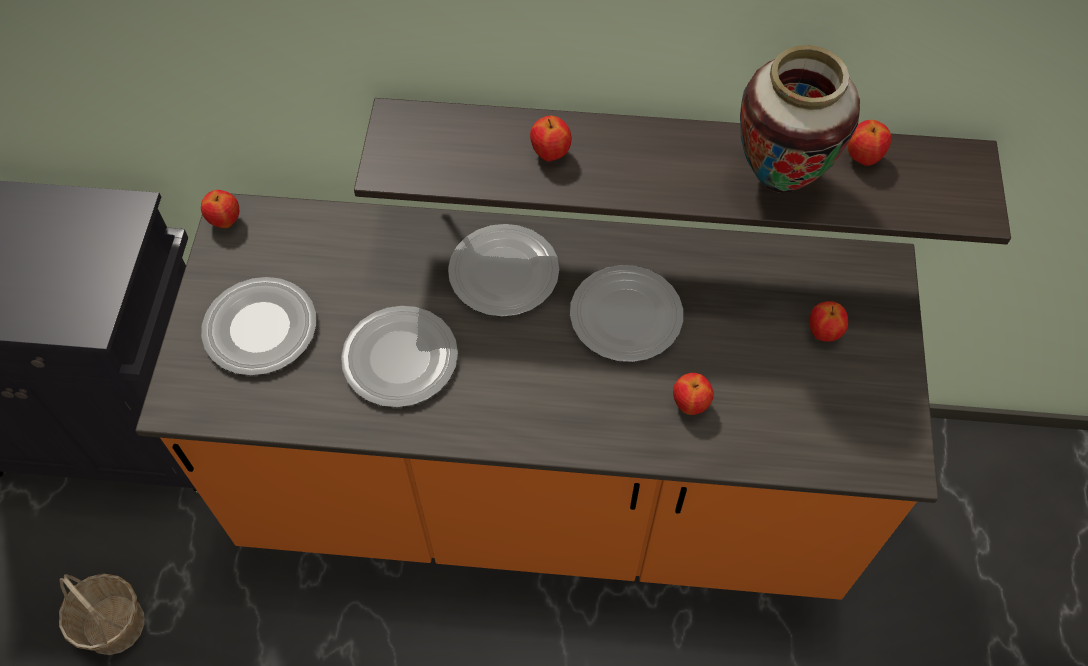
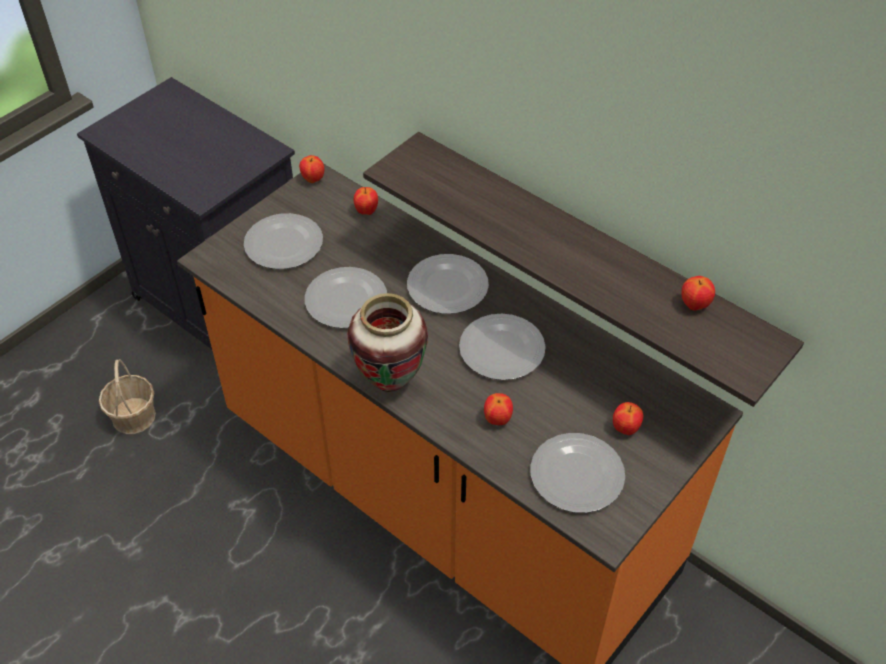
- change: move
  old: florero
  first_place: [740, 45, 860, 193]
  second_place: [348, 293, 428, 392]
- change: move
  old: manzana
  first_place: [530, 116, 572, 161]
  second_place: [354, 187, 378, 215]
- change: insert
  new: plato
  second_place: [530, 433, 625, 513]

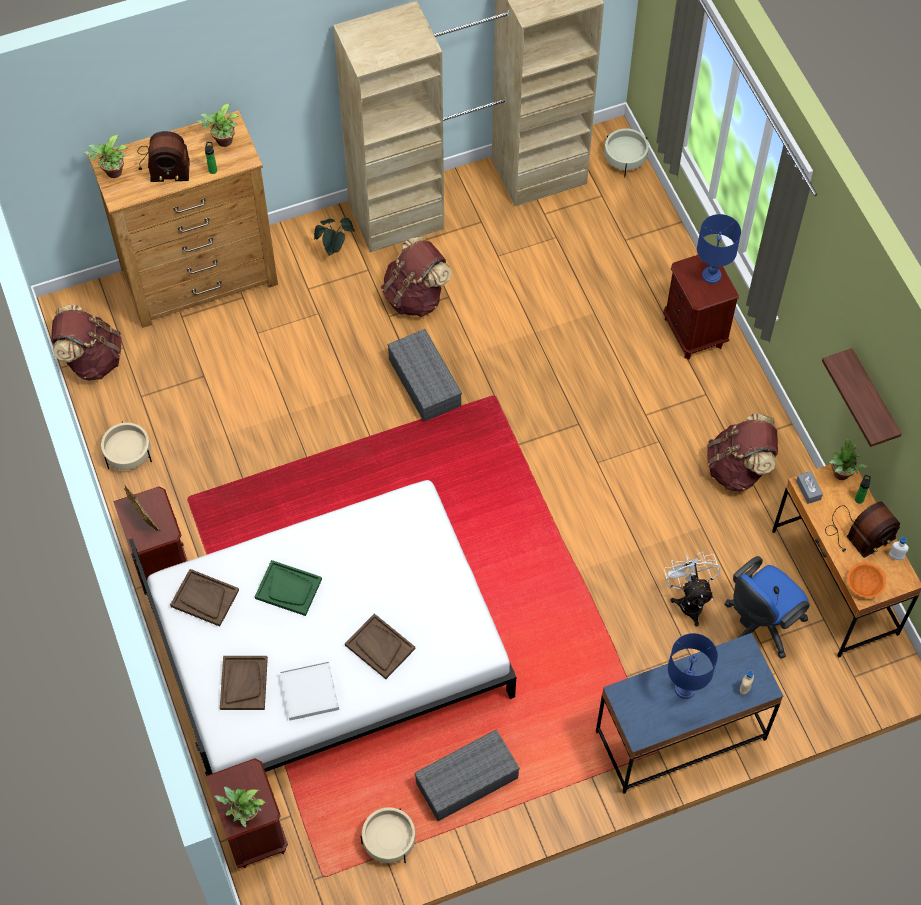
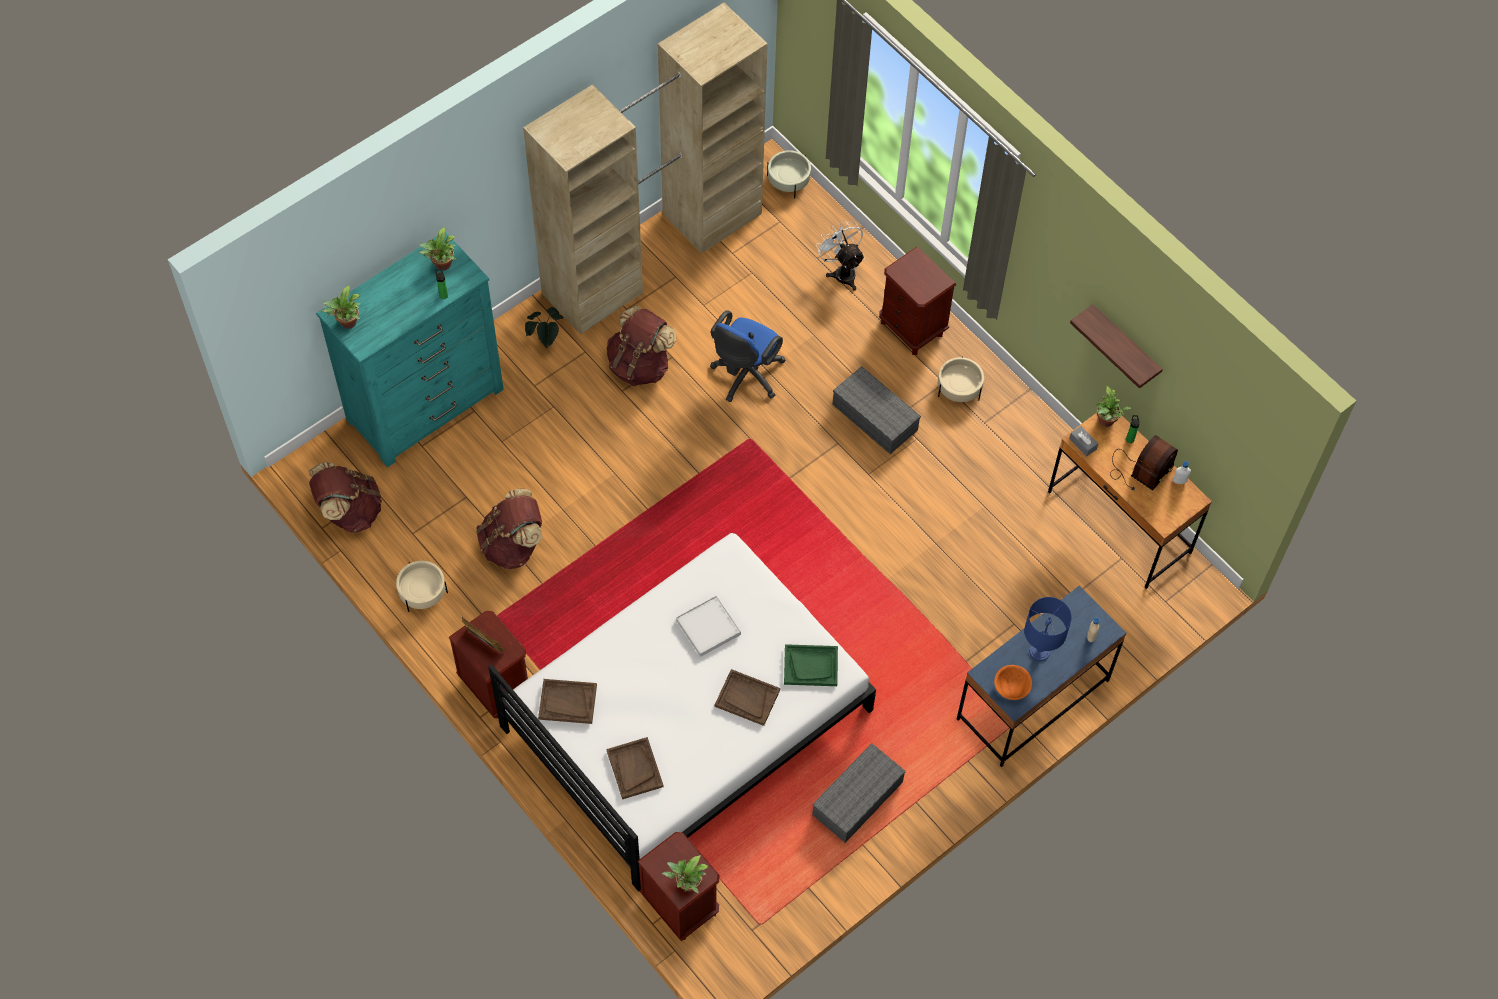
- change: recolor
  old: cómoda (marrón)
  new: cómoda (turquesa)
  first_place: [88, 110, 278, 328]
  second_place: [316, 233, 504, 468]
- change: delete
  old: radio
  first_place: [138, 131, 190, 182]
- change: delete
  old: lámpara de mesa (azul)
  first_place: [697, 214, 741, 284]
- change: move
  old: caja de almacenaje (gris)
  first_place: [387, 329, 462, 422]
  second_place: [832, 366, 921, 454]
- change: move
  old: mochila (marrón)
  first_place: [707, 414, 778, 491]
  second_place: [476, 489, 542, 570]
- change: move
  old: ventilador (blanco)
  first_place: [664, 552, 720, 627]
  second_place: [816, 220, 865, 291]
- change: move
  old: silla de oficina (azul)
  first_place: [725, 556, 810, 659]
  second_place: [710, 310, 786, 402]
- change: move
  old: bandeja (verde)
  first_place: [255, 560, 322, 616]
  second_place: [784, 644, 838, 686]
- change: move
  old: cuenco (naranja)
  first_place: [847, 562, 886, 598]
  second_place: [994, 665, 1032, 700]
- change: move
  old: bandeja (blanco)
  first_place: [280, 661, 339, 721]
  second_place: [676, 595, 741, 657]
- change: move
  old: maceta (beis)
  first_place: [360, 807, 415, 863]
  second_place: [938, 356, 984, 402]

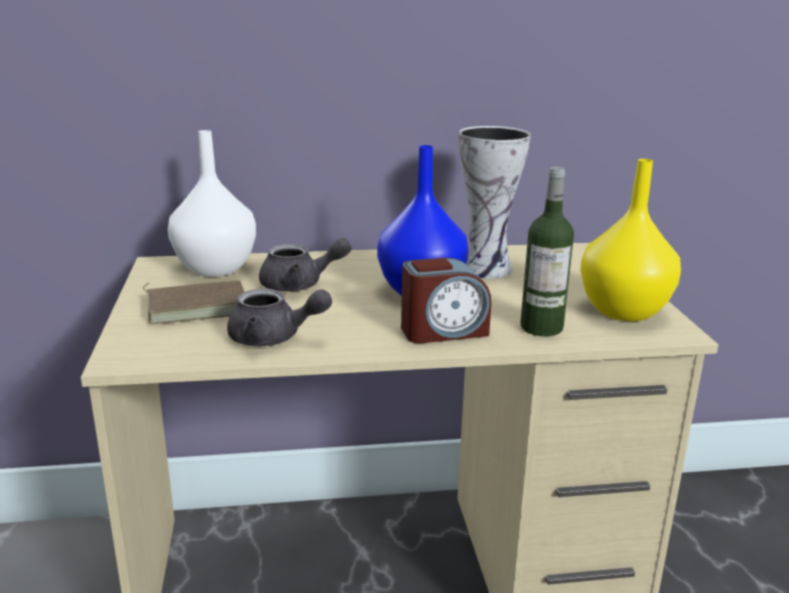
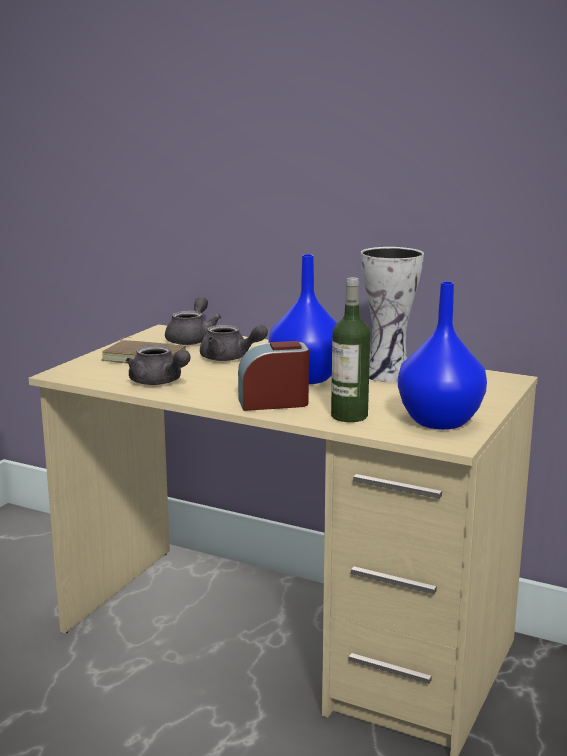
- change: replace
  old: florero (blanco)
  new: tetera (gris)
  first_place: [168, 130, 256, 277]
  second_place: [165, 296, 221, 345]
- change: recolor
  old: florero (amarillo)
  new: florero (azul)
  first_place: [580, 159, 681, 321]
  second_place: [398, 282, 487, 430]
- change: rotate
  old: despertador
  first_place: [401, 258, 491, 343]
  second_place: [238, 341, 309, 411]
  degrees: 150

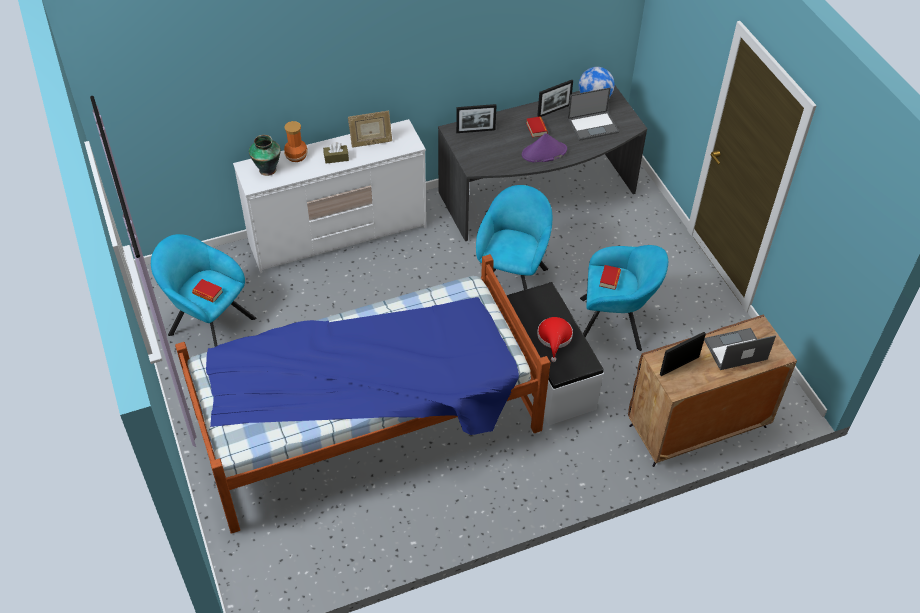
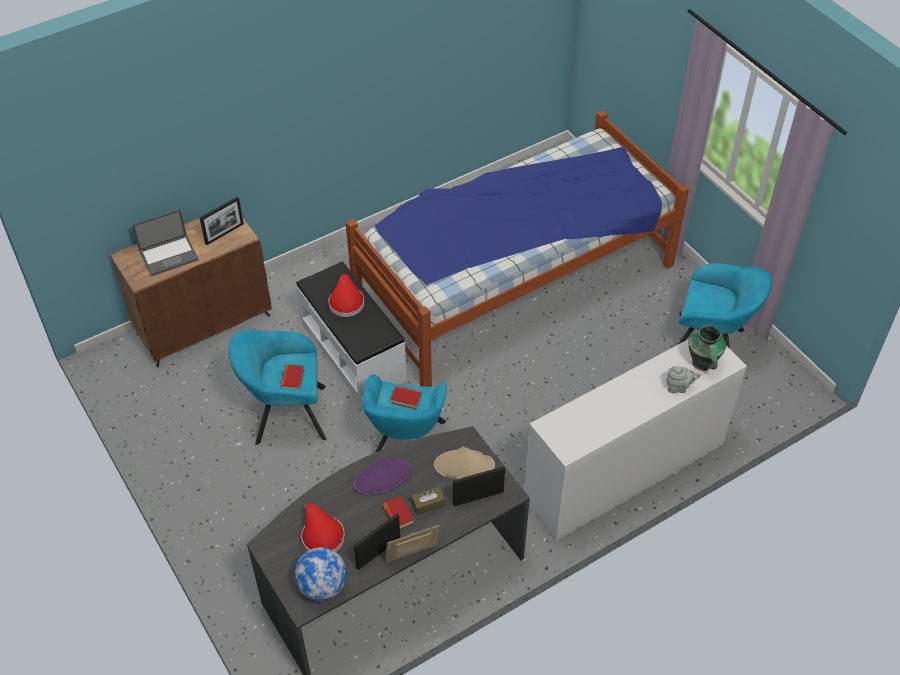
- change: replace
  old: portátil
  new: sombrero (rojo)
  first_place: [568, 87, 619, 141]
  second_place: [301, 503, 345, 552]
- change: move
  old: portarretratos
  first_place: [348, 111, 392, 148]
  second_place: [385, 525, 440, 563]
- change: replace
  old: florero
  new: tetera (gris)
  first_place: [284, 121, 308, 162]
  second_place: [666, 366, 700, 393]
- change: move
  old: caja de pañuelos (marrón)
  first_place: [323, 142, 349, 164]
  second_place: [411, 487, 445, 515]
- change: move
  old: libro
  first_place: [192, 279, 223, 302]
  second_place: [391, 385, 422, 409]
- change: insert
  new: sombrero (beis)
  second_place: [434, 447, 495, 479]

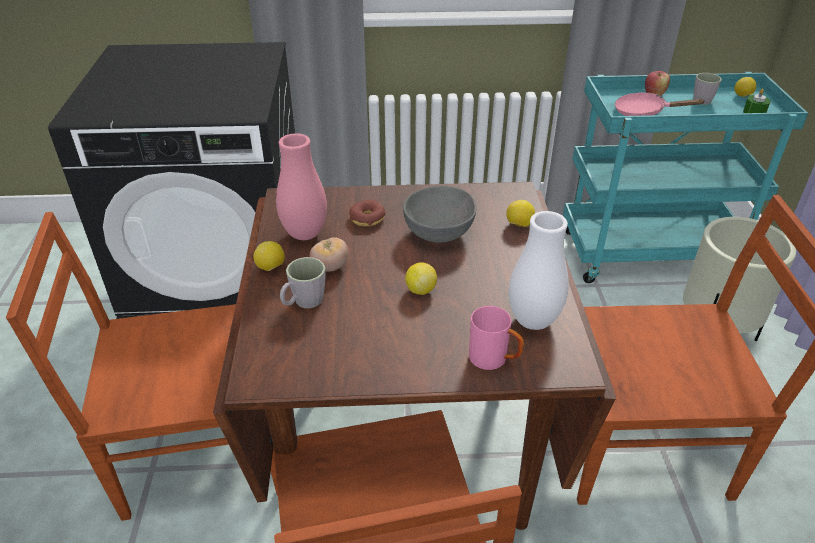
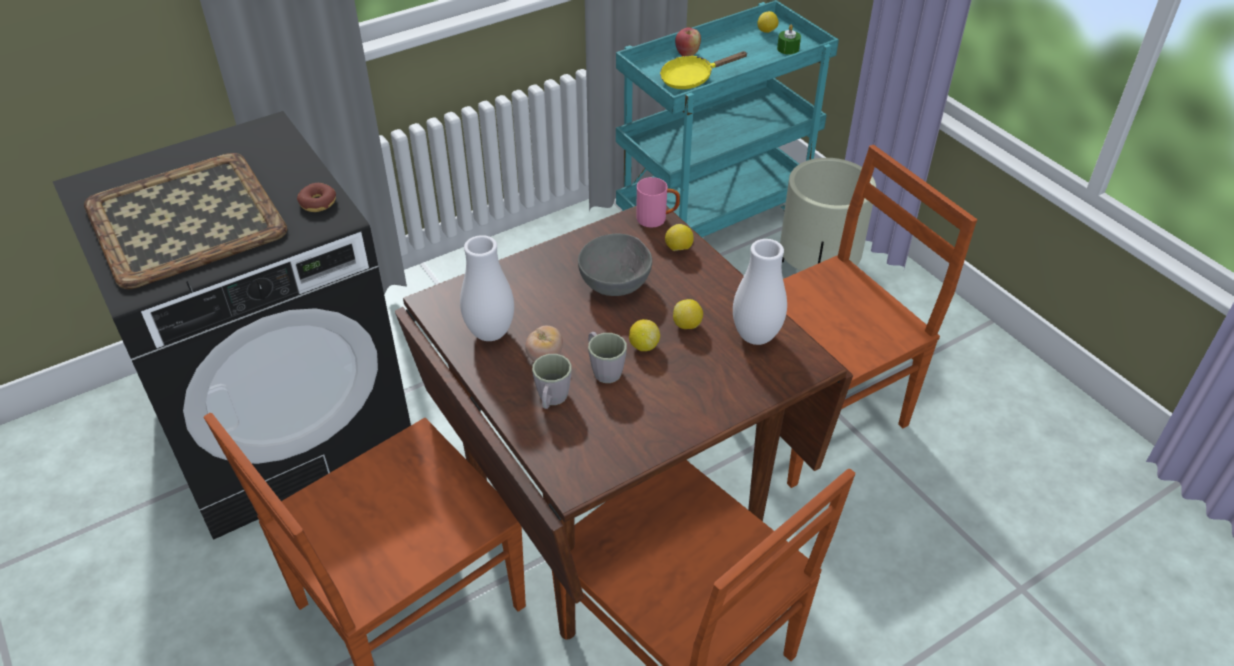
- change: move
  old: taza grande (gris)
  first_place: [693, 73, 722, 105]
  second_place: [588, 332, 627, 383]
- change: recolor
  old: sartén (rosa)
  new: sartén (amarillo)
  first_place: [615, 92, 706, 116]
  second_place: [660, 51, 748, 89]
- change: recolor
  old: florero (rosa)
  new: florero (blanco)
  first_place: [276, 133, 327, 240]
  second_place: [460, 235, 514, 341]
- change: move
  old: rosquilla
  first_place: [349, 200, 386, 226]
  second_place: [297, 183, 336, 212]
- change: move
  old: limón
  first_place: [253, 241, 285, 271]
  second_place: [673, 299, 703, 329]
- change: move
  old: taza grande (rosa)
  first_place: [469, 306, 524, 370]
  second_place: [637, 177, 680, 228]
- change: insert
  new: bandeja
  second_place: [84, 153, 287, 289]

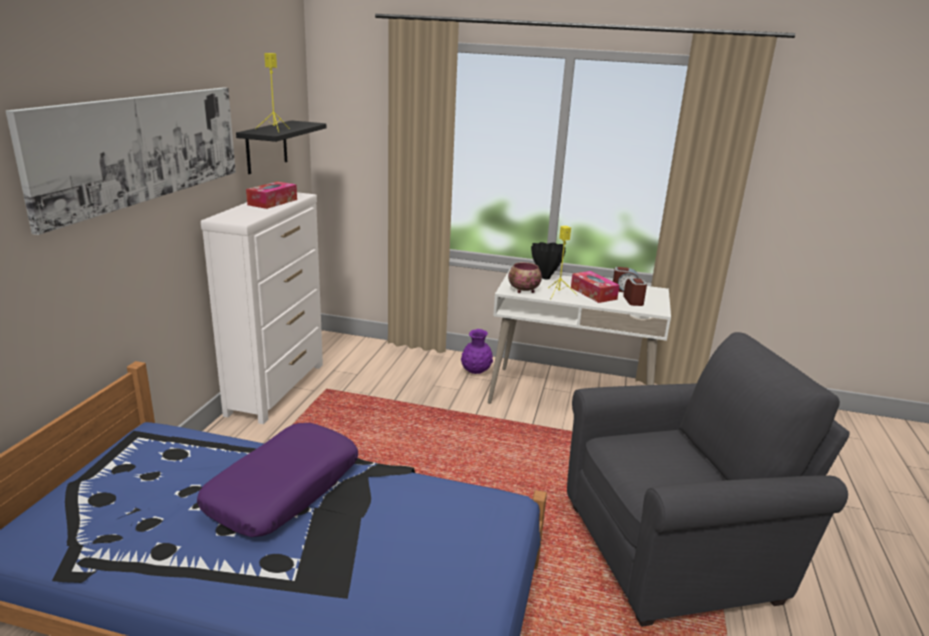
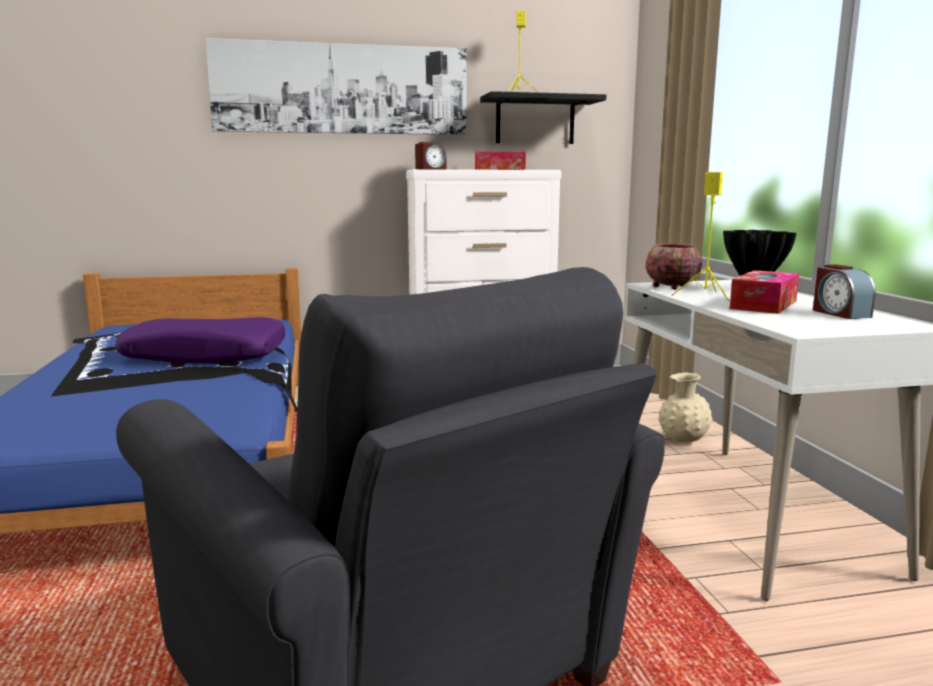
- change: move
  old: despertador
  first_place: [623, 278, 647, 306]
  second_place: [415, 142, 446, 169]
- change: recolor
  old: florero (morado)
  new: florero (beis)
  first_place: [461, 329, 493, 374]
  second_place: [658, 372, 713, 443]

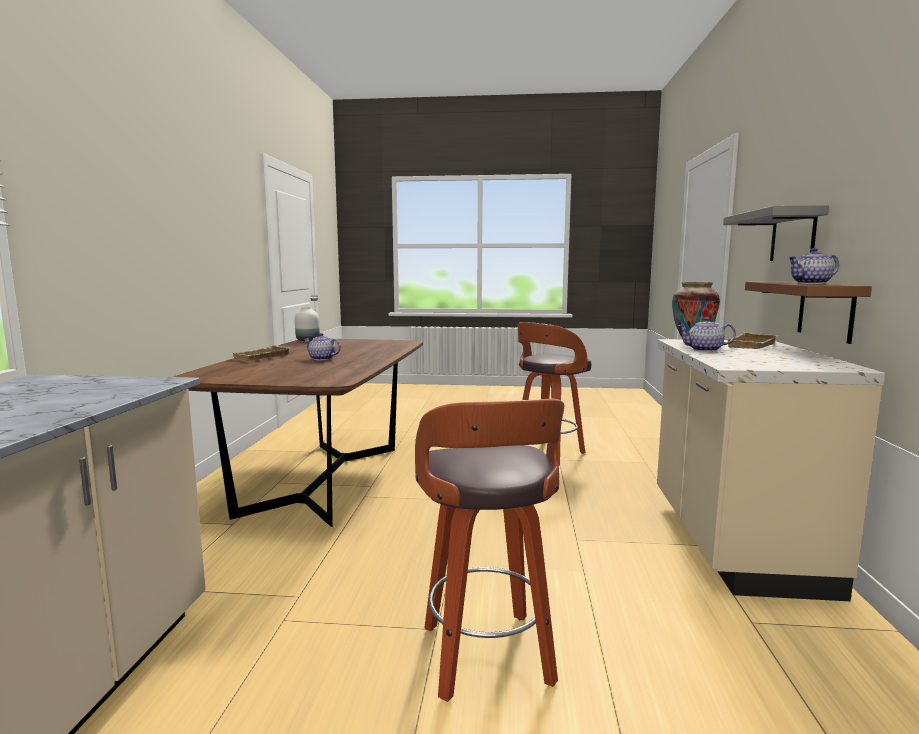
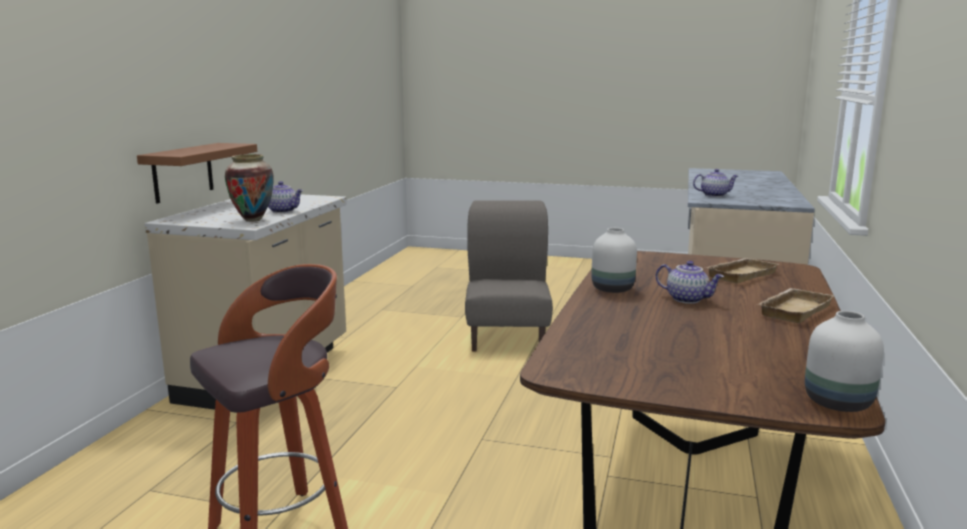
- change: delete
  old: estante (gris)
  first_place: [723, 205, 829, 261]
- change: move
  old: tetera
  first_place: [788, 248, 839, 284]
  second_place: [693, 169, 738, 197]
- change: move
  old: bandeja (beis)
  first_place: [727, 332, 779, 349]
  second_place: [706, 258, 779, 283]
- change: replace
  old: taburete
  new: silla (gris)
  first_place: [415, 399, 565, 702]
  second_place: [465, 200, 553, 351]
- change: insert
  new: florero (blanco)
  second_place: [592, 228, 637, 293]

